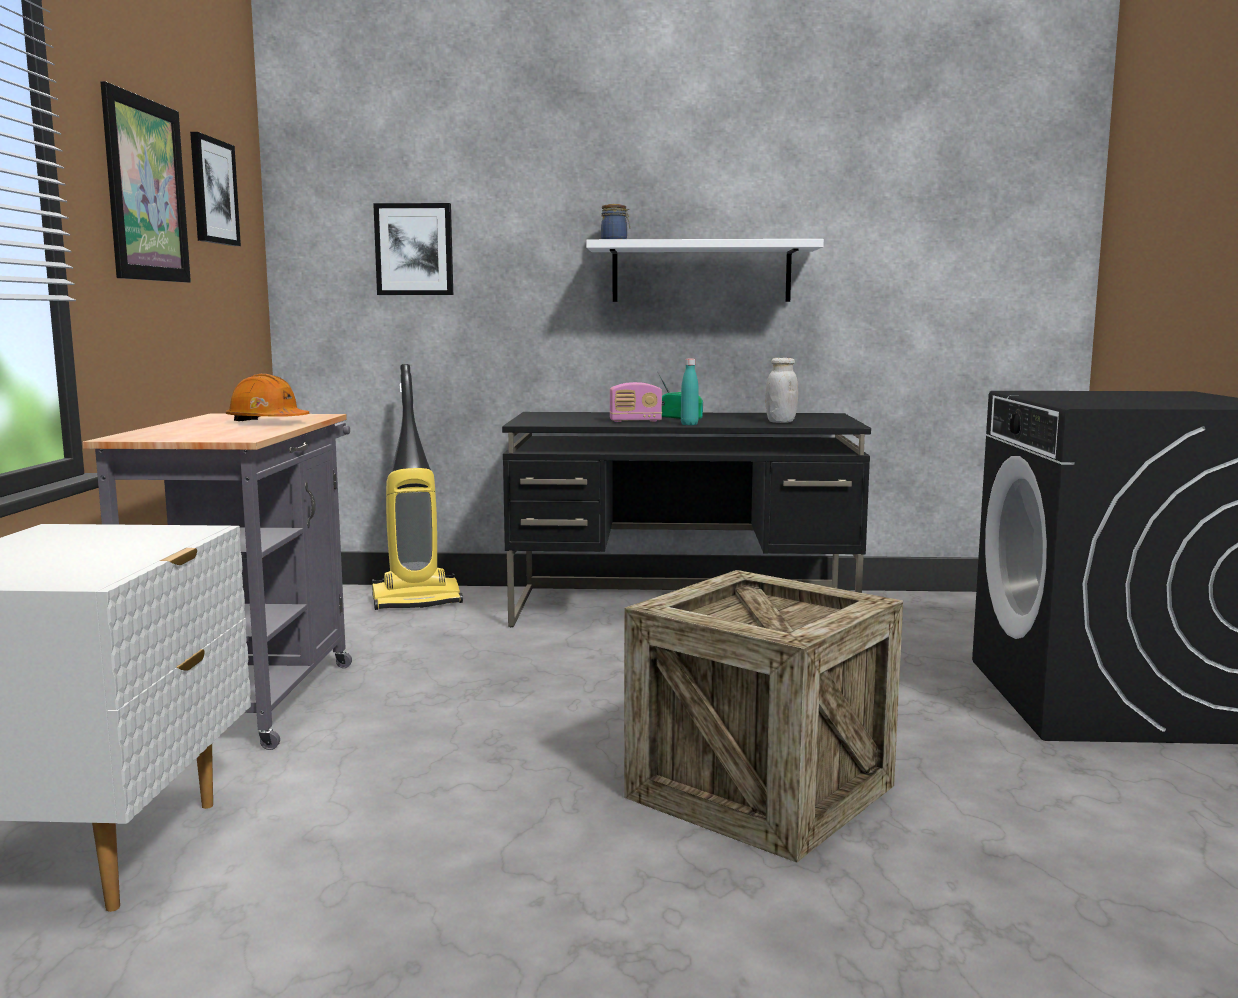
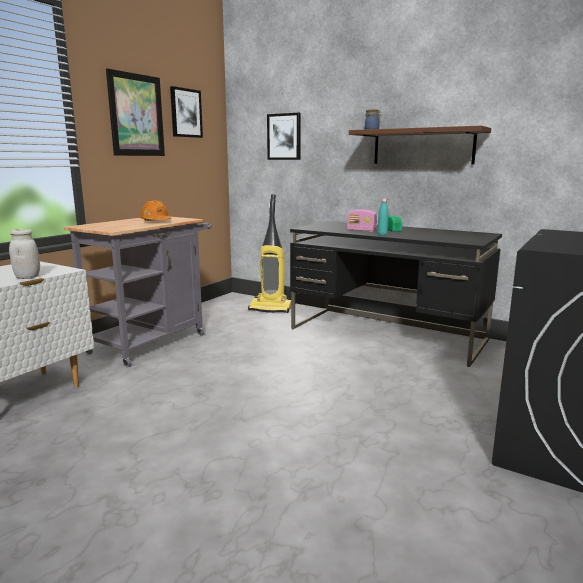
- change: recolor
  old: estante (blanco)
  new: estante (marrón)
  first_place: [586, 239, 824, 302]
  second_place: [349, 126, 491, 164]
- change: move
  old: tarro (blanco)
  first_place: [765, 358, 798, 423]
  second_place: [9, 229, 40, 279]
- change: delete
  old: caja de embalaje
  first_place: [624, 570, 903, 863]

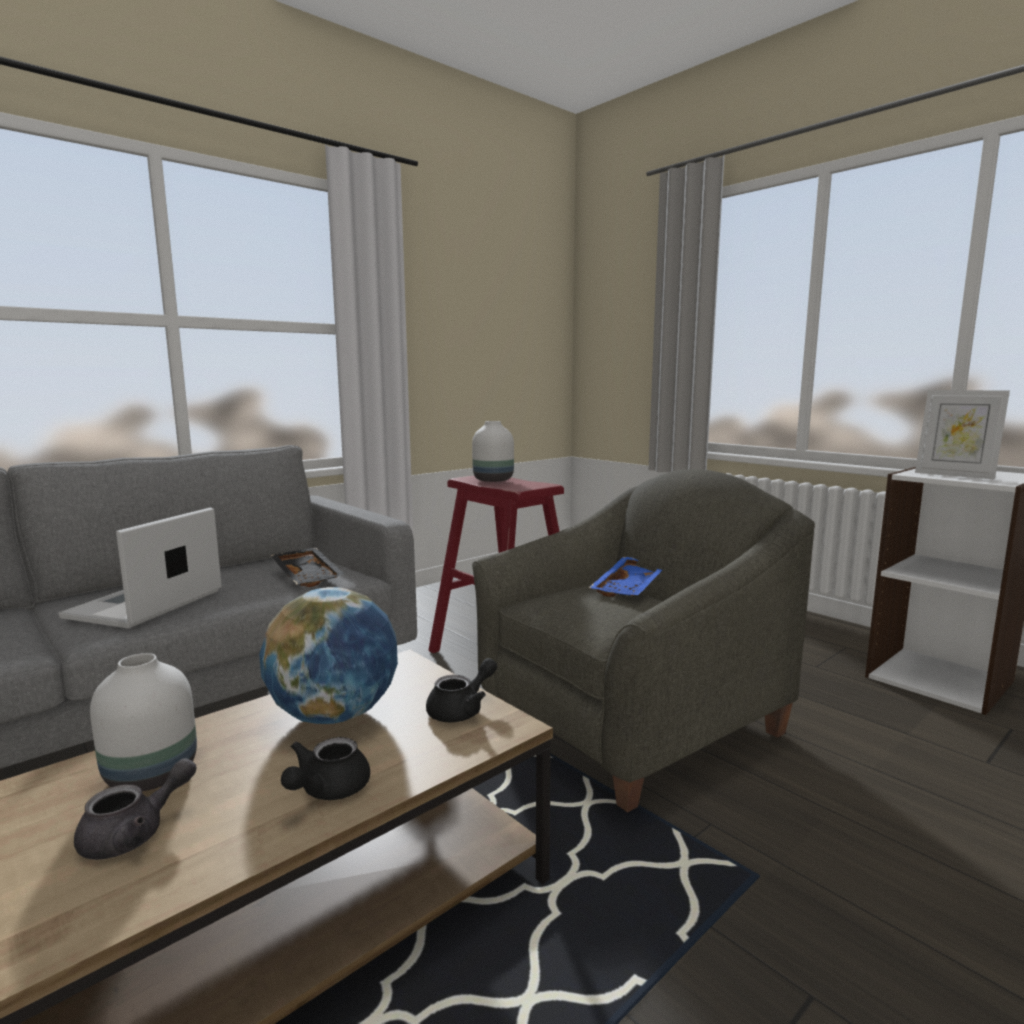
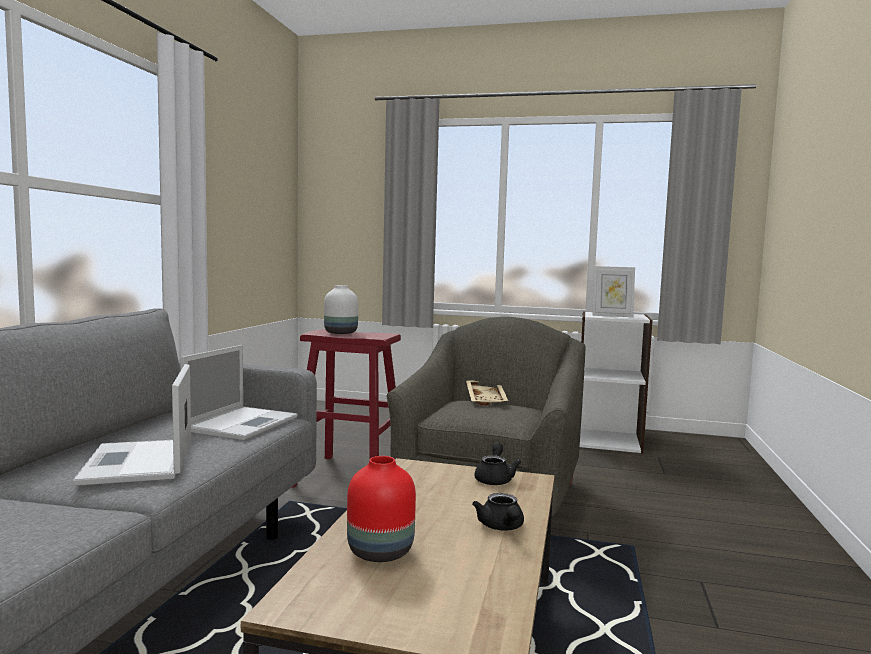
- change: replace
  old: bandeja (negro)
  new: portátil
  first_place: [271, 548, 345, 587]
  second_place: [180, 345, 298, 440]
- change: recolor
  old: bandeja (azul)
  new: bandeja (beis)
  first_place: [589, 557, 662, 597]
  second_place: [466, 380, 508, 406]
- change: delete
  old: globo terráqueo
  first_place: [259, 587, 398, 724]
- change: recolor
  old: florero (blanco)
  new: florero (rojo)
  first_place: [90, 653, 197, 791]
  second_place: [347, 456, 416, 562]
- change: delete
  old: tetera (gris)
  first_place: [74, 758, 196, 860]

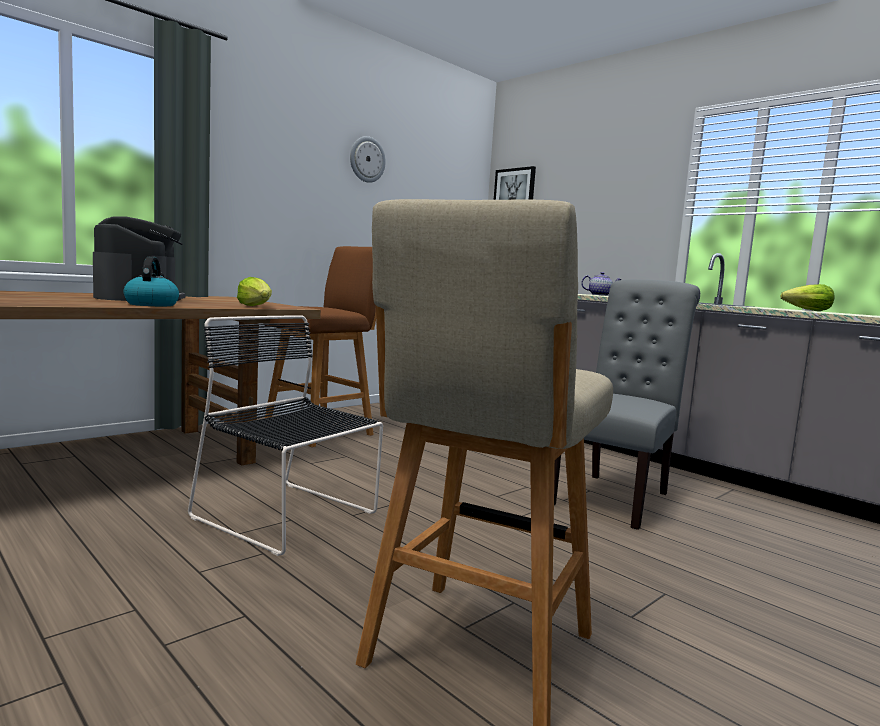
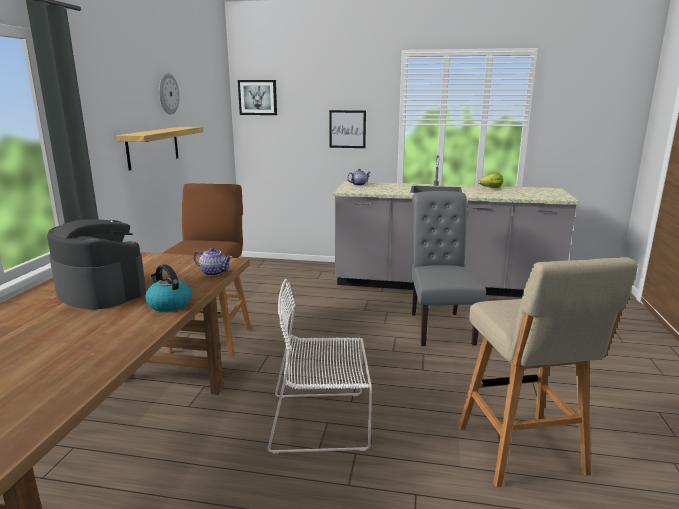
- change: replace
  old: lechuga
  new: tetera
  first_place: [237, 277, 272, 306]
  second_place: [193, 248, 232, 276]
- change: recolor
  old: silla (negro)
  new: silla (blanco)
  first_place: [188, 315, 383, 556]
  second_place: [268, 279, 372, 454]
- change: insert
  new: cuadro
  second_place: [329, 110, 366, 148]
- change: insert
  new: estante
  second_place: [116, 127, 204, 171]

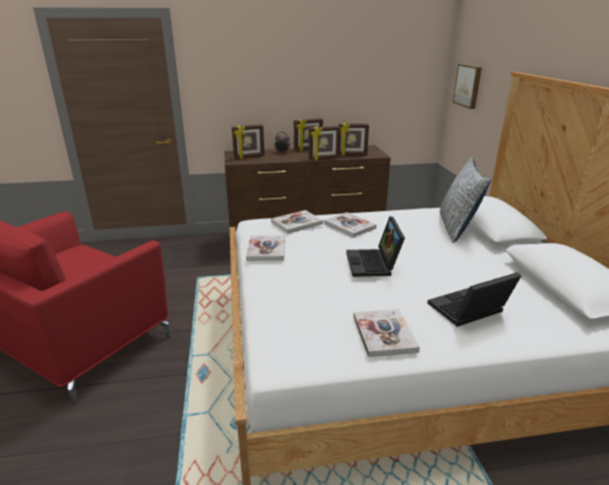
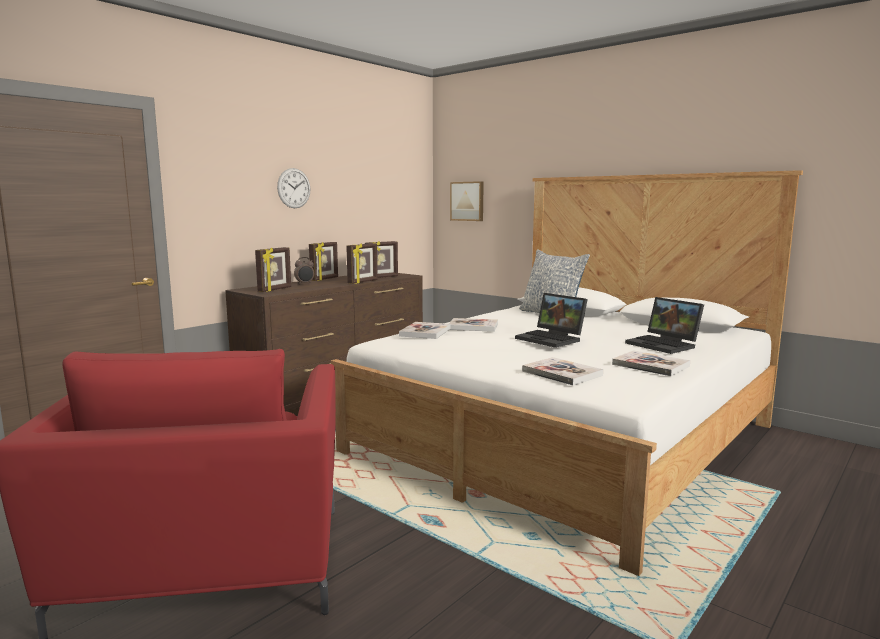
- change: move
  old: libro
  first_place: [246, 235, 285, 261]
  second_place: [522, 357, 603, 386]
- change: rotate
  old: portátil
  first_place: [427, 272, 521, 327]
  second_place: [625, 297, 704, 354]
  degrees: -60
- change: insert
  new: reloj de pared
  second_place: [277, 168, 310, 208]

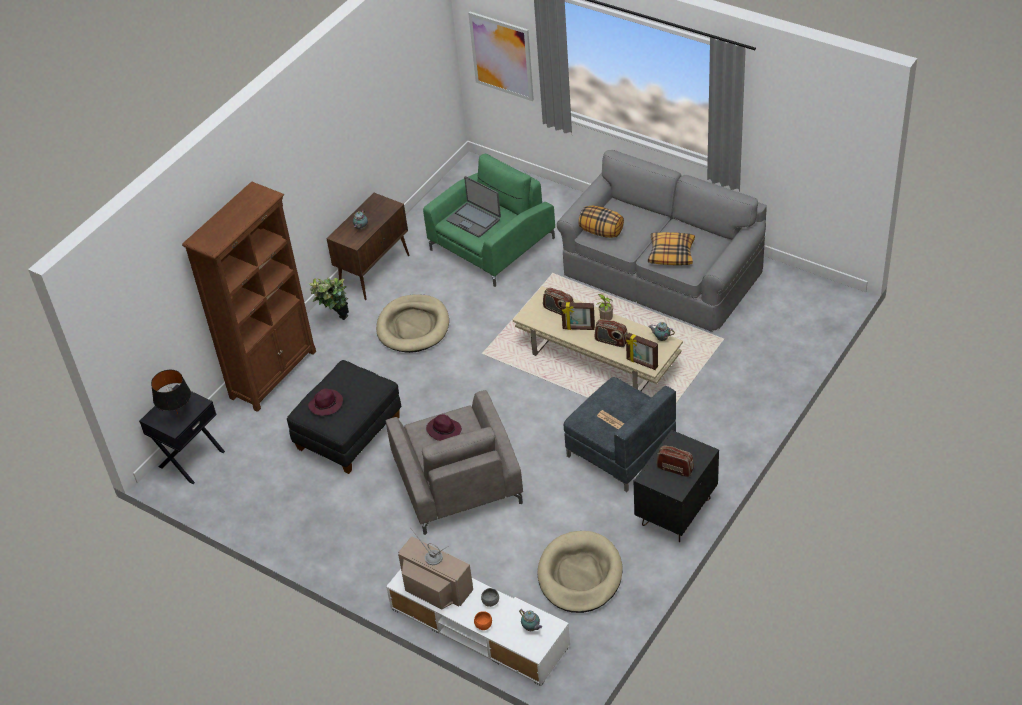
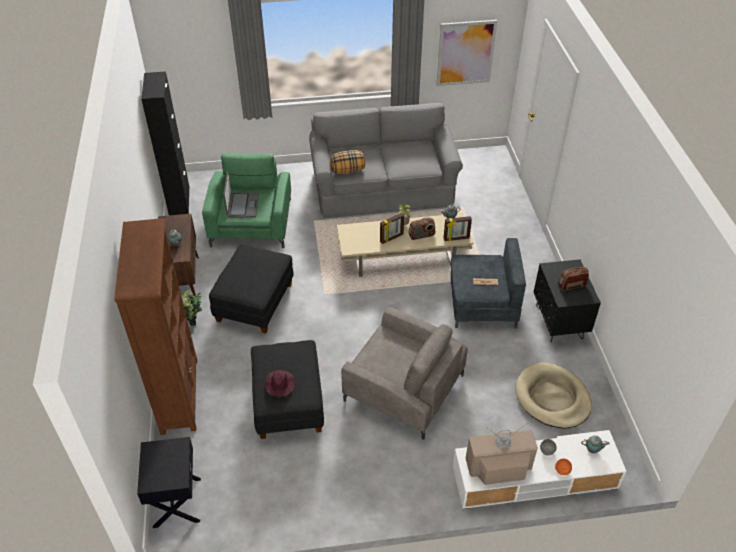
- change: move
  old: cuadro
  first_place: [468, 12, 534, 101]
  second_place: [437, 20, 497, 86]
- change: rotate
  old: portátil
  first_place: [446, 176, 501, 237]
  second_place: [223, 171, 259, 218]
  degrees: -90
- change: delete
  old: cojín
  first_place: [648, 232, 695, 265]
- change: delete
  old: radio
  first_place: [543, 288, 574, 315]
- change: replace
  old: cama para perro (beis)
  new: puf (negro)
  first_place: [376, 294, 449, 353]
  second_place: [209, 245, 293, 334]
- change: delete
  old: lámpara de mesa (negro)
  first_place: [151, 370, 191, 414]
- change: delete
  old: sombrero (morado)
  first_place: [426, 414, 462, 441]
- change: insert
  new: armario (negro)
  second_place: [141, 71, 189, 215]

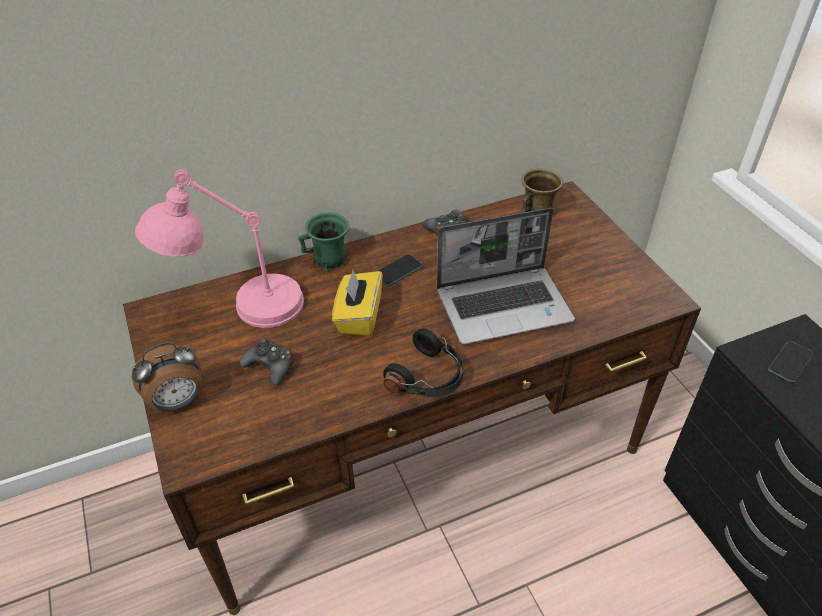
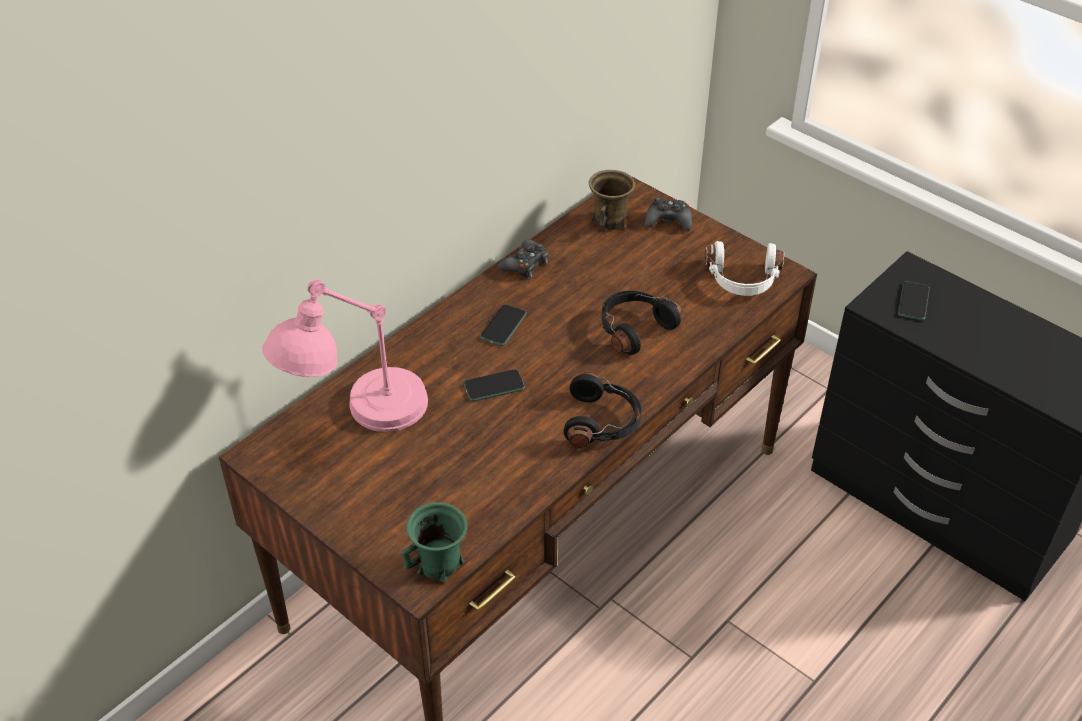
- change: replace
  old: portátil
  new: auriculares (negro)
  first_place: [437, 208, 575, 345]
  second_place: [602, 290, 683, 355]
- change: move
  old: taza grande (verde)
  first_place: [298, 213, 349, 271]
  second_place: [401, 502, 467, 583]
- change: replace
  old: caja de pañuelos (amarillo)
  new: móvil
  first_place: [332, 270, 383, 336]
  second_place: [464, 369, 525, 402]
- change: move
  old: mando de consola (negro)
  first_place: [240, 338, 294, 385]
  second_place: [644, 197, 692, 231]
- change: delete
  old: despertador
  first_place: [131, 342, 202, 412]
- change: insert
  new: auriculares (blanco)
  second_place: [705, 241, 784, 296]

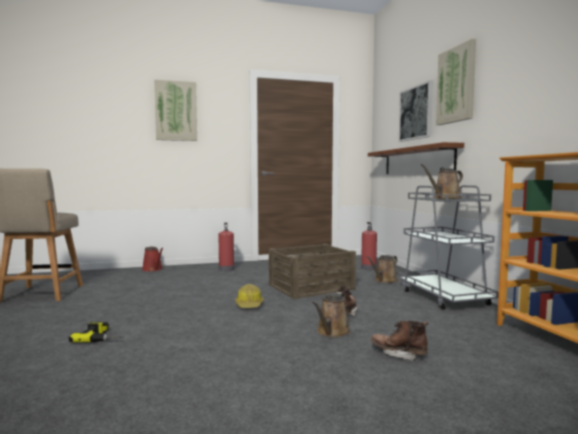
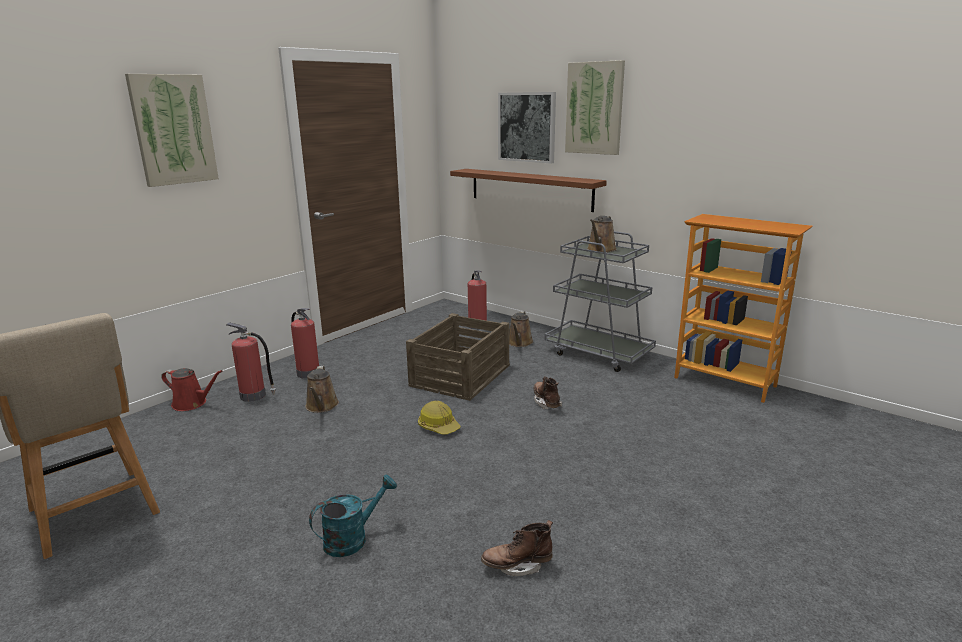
- change: move
  old: regadera (marrón)
  first_place: [312, 292, 351, 338]
  second_place: [305, 366, 339, 413]
- change: move
  old: bota (marrón)
  first_place: [370, 321, 428, 361]
  second_place: [481, 520, 553, 576]
- change: replace
  old: taladro
  new: regadera (turquesa)
  first_place: [69, 322, 123, 342]
  second_place: [309, 475, 397, 557]
- change: insert
  new: extintor
  second_place: [226, 322, 276, 402]

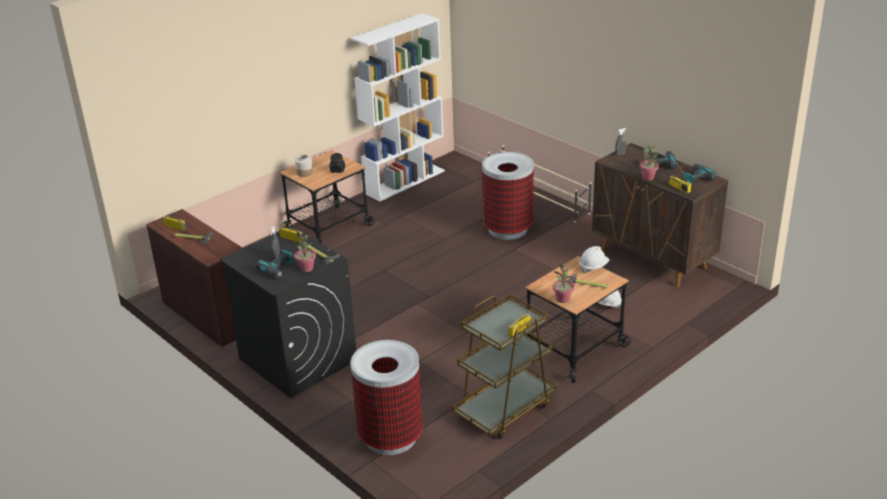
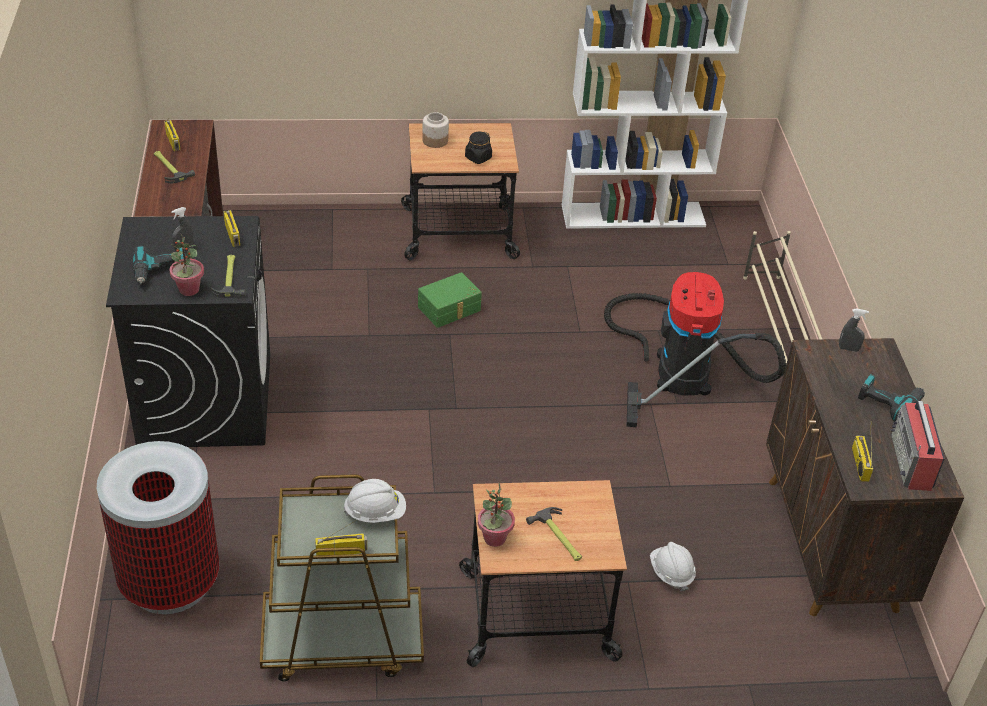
- change: delete
  old: planta en maceta
  first_place: [639, 145, 659, 181]
- change: replace
  old: papelera
  new: aspiradora
  first_place: [482, 152, 534, 240]
  second_place: [604, 272, 786, 427]
- change: replace
  old: taladro
  new: radio
  first_place: [683, 164, 717, 186]
  second_place: [891, 401, 945, 491]
- change: move
  old: casco (blanco)
  first_place: [579, 246, 610, 273]
  second_place: [344, 479, 406, 523]
- change: insert
  new: caja de almacenaje (verde)
  second_place: [418, 272, 482, 328]

